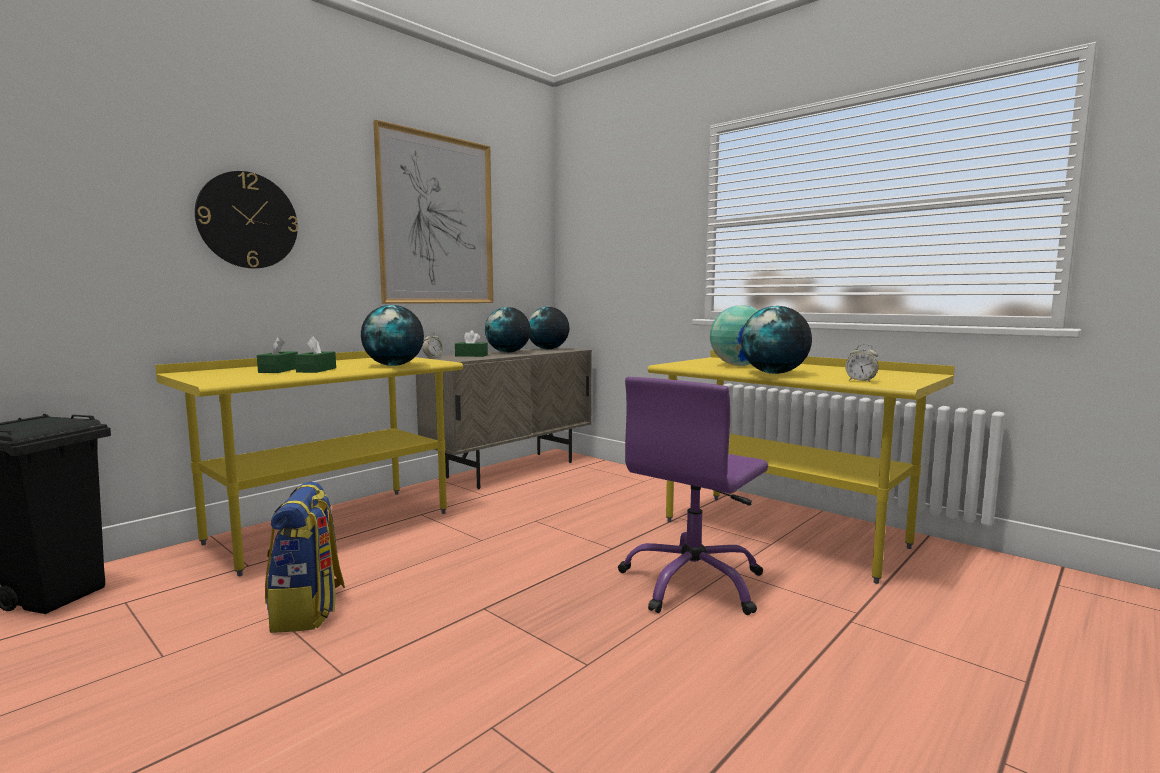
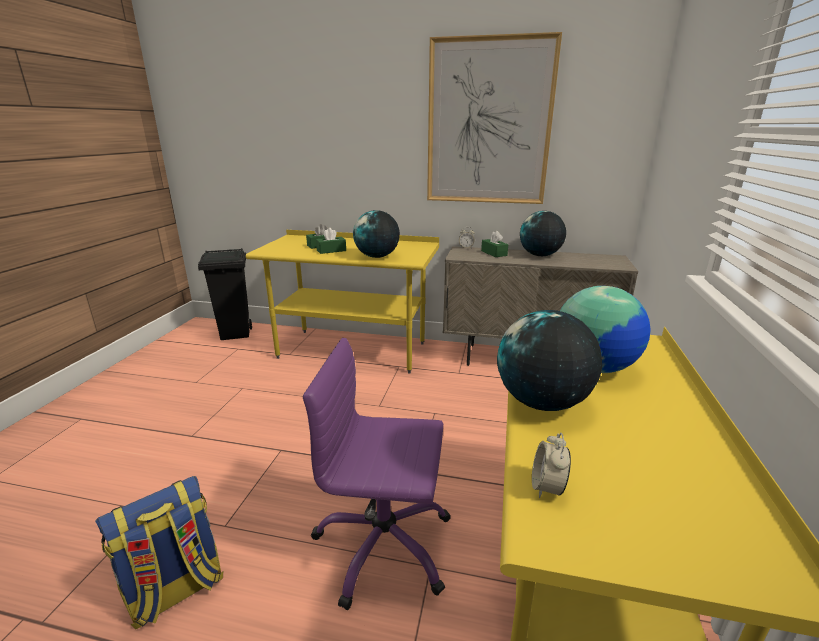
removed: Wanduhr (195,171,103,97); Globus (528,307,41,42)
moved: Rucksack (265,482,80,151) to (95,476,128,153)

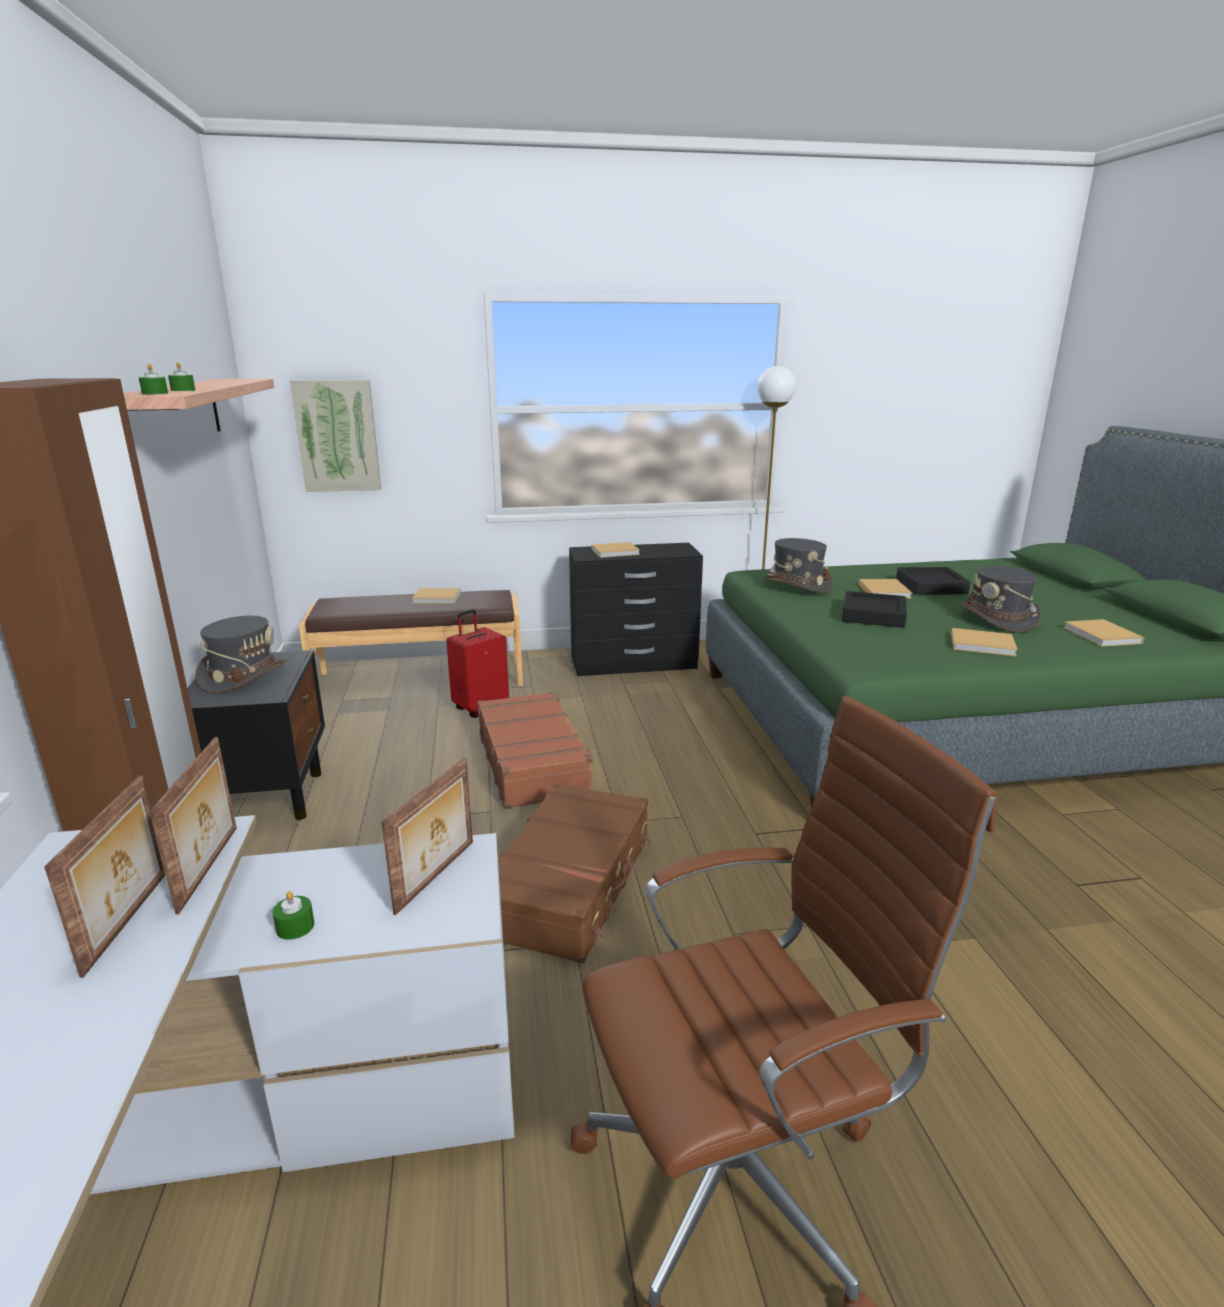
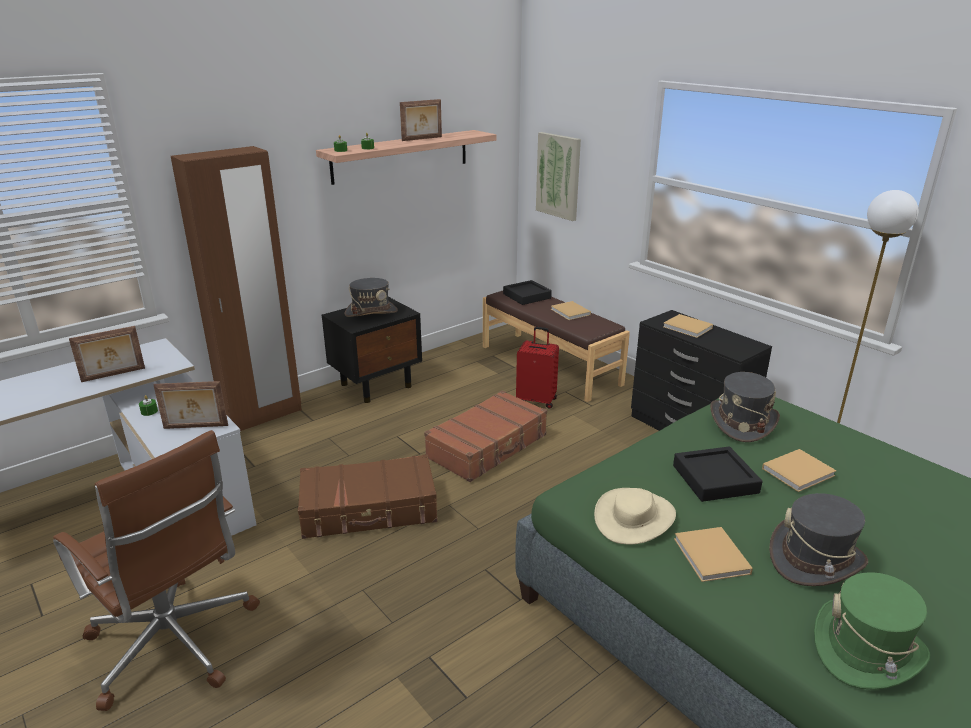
added: Hut (beige) (594,488,82,57)
moved: Tablett (schwarz) (896,567,75,28) to (503,280,49,25); Bilderrahmen (150,737,87,178) to (400,99,42,42)
replaced: Buch (beige) (1063,619,82,28) to Hut (grün) (814,572,116,118)

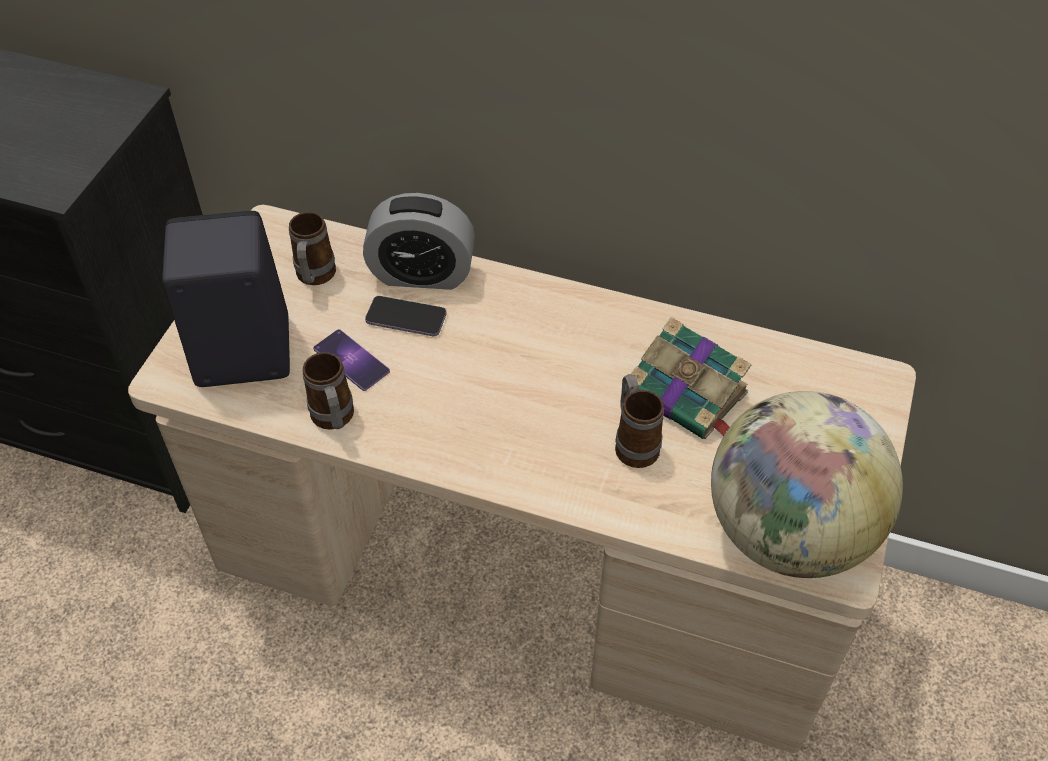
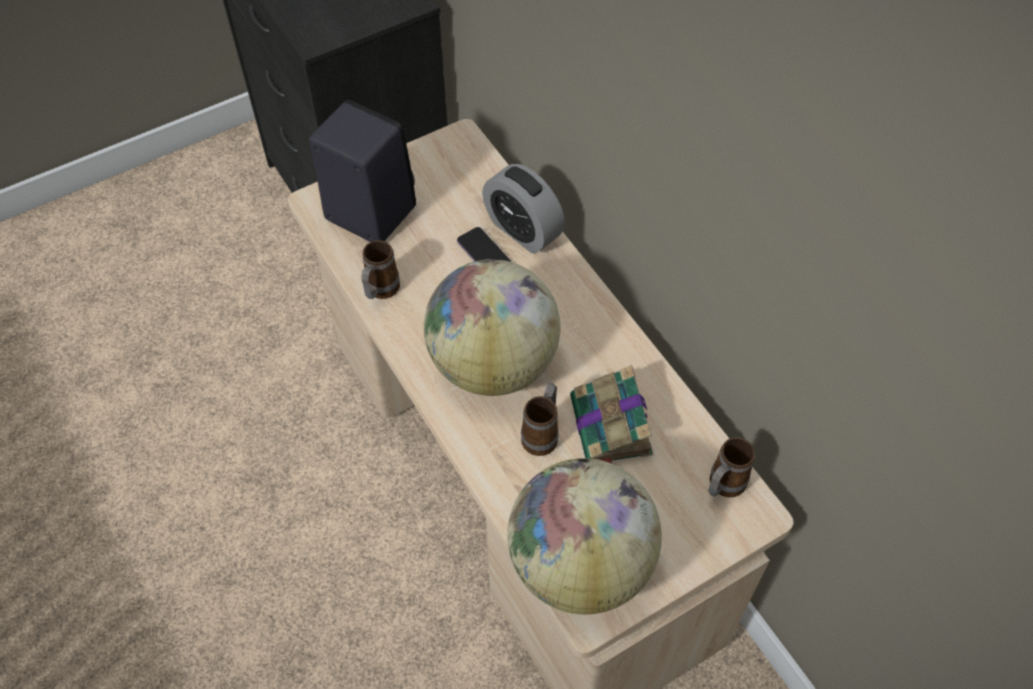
removed: Handy (313,329,77,62)
added: Globus (424,259,136,137)
moved: Henkelbecher (289,212,47,73) to (708,437,47,60)

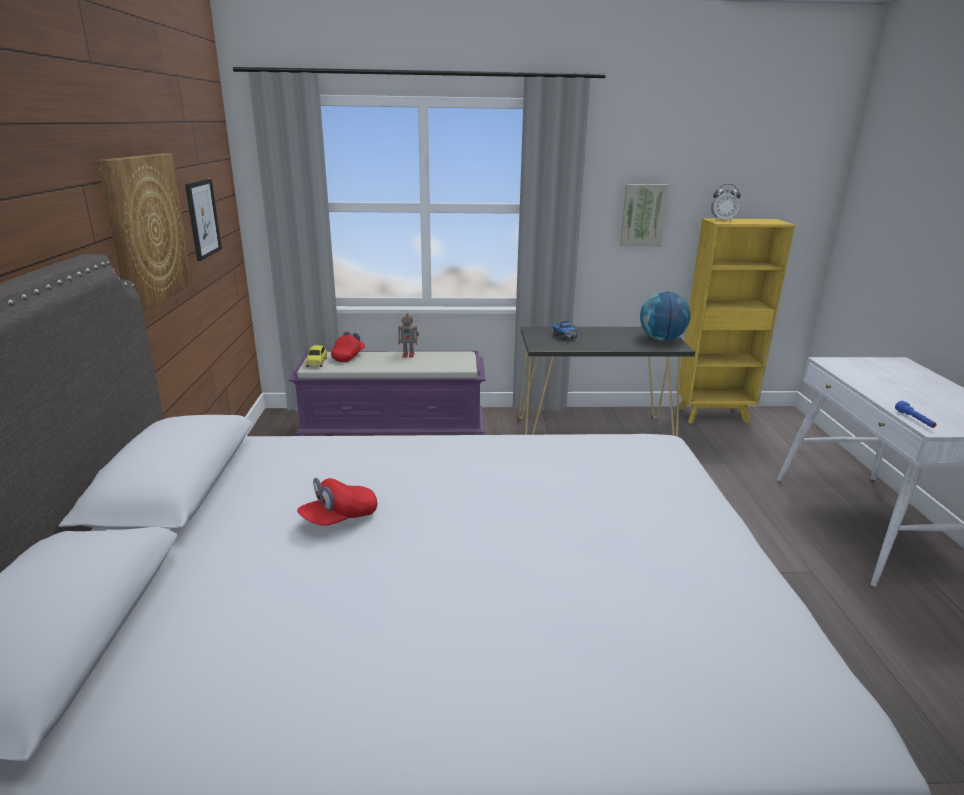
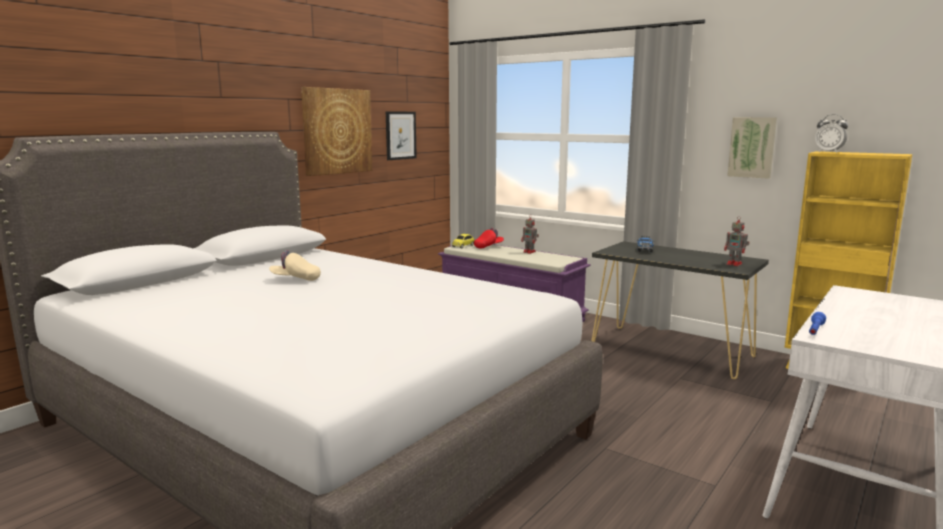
replaced: Globus (640,291,51,50) to Spielzeugroboter (724,216,26,50)
recoloured: Kappe (rot) (297,478,80,48) to Kappe (beige) (269,250,52,31)

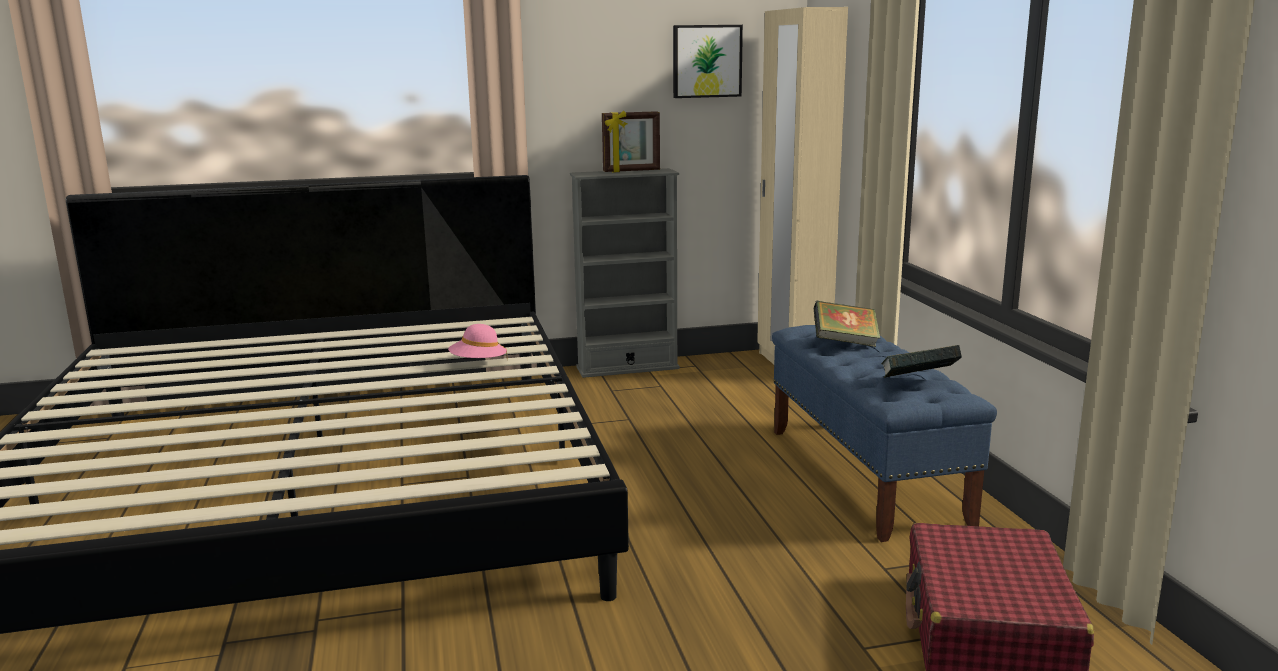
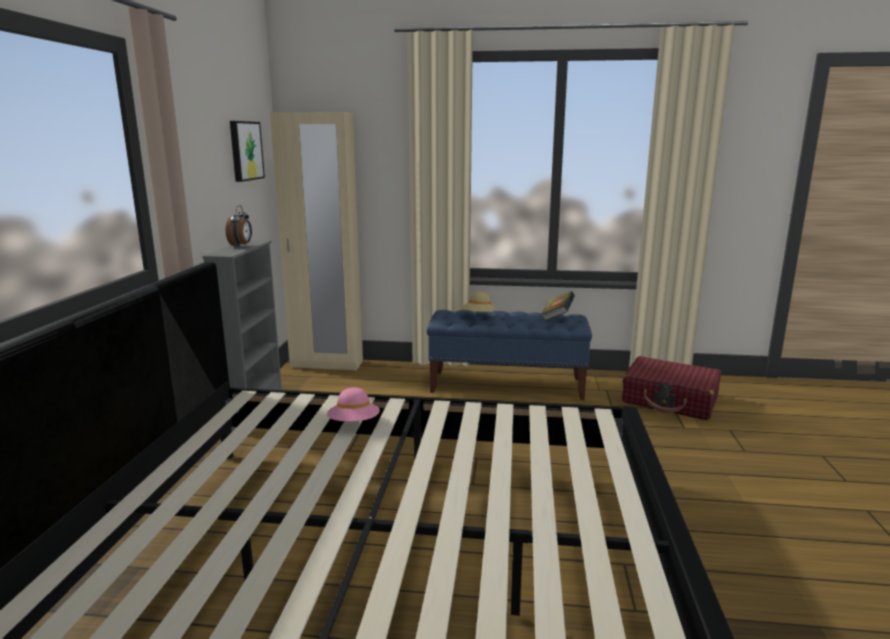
replaced: Bilderrahmen (602,111,58,62) to Wecker (226,206,26,41); Buch (814,301,66,46) to Hut (beige) (461,292,36,21)

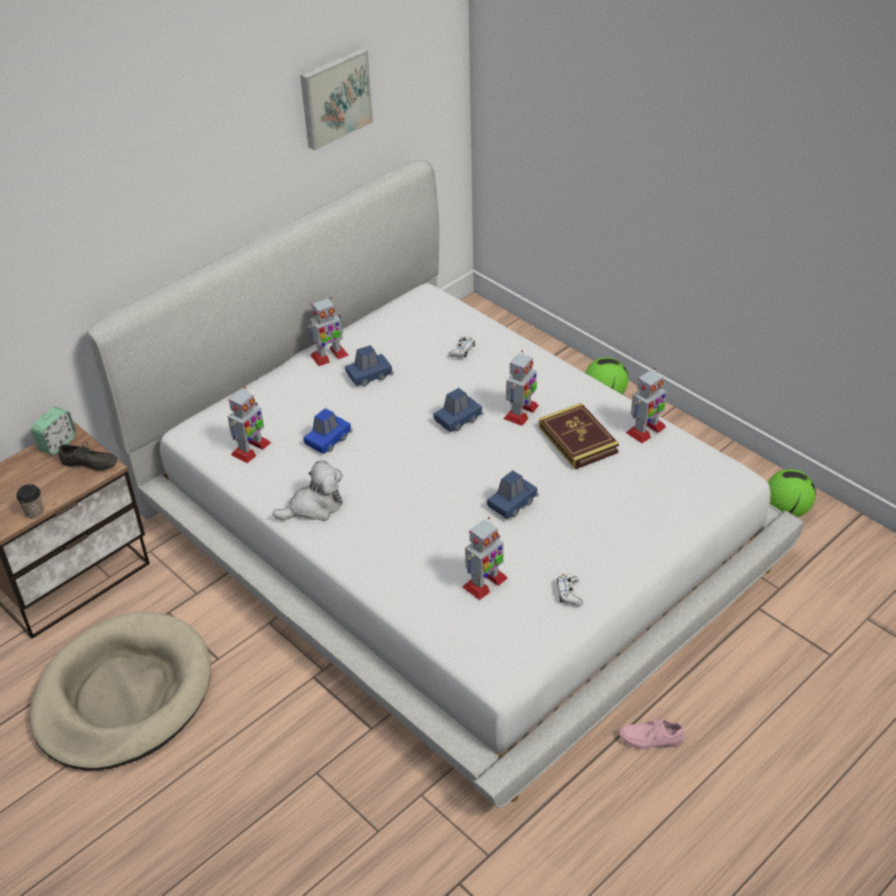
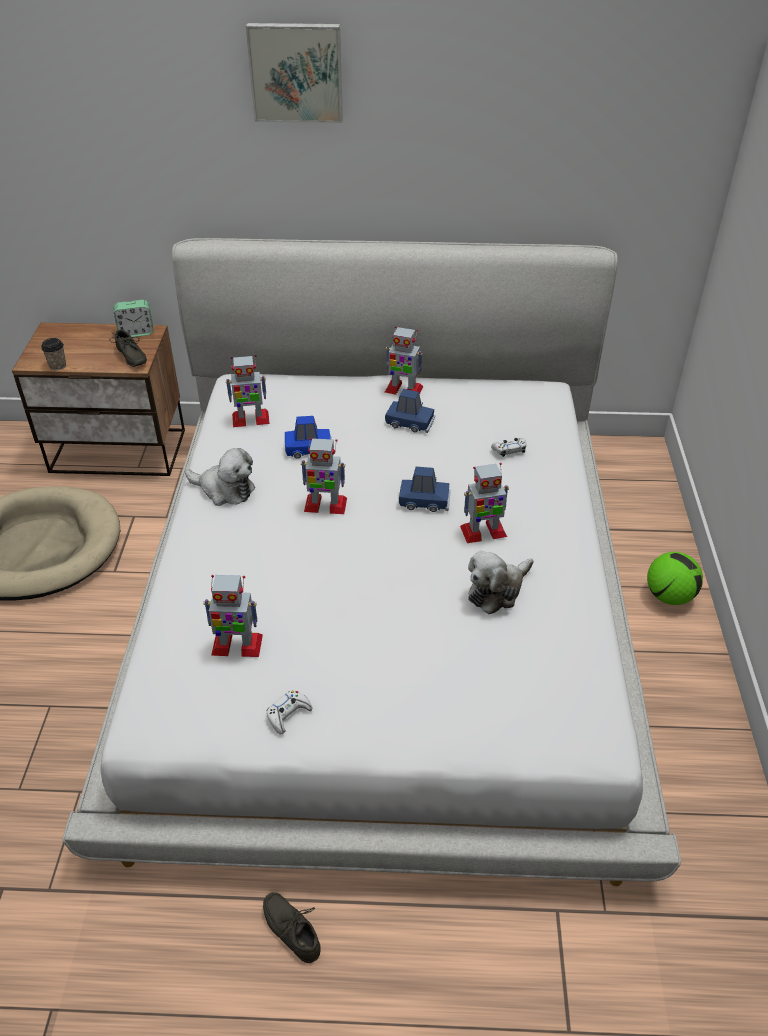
removed: Fußball (768,469,48,48); Spielzeugauto (blau) (487,470,52,49)
moved: Bild (300,48,73,103) to (246,23,97,100); Spielzeugroboter (626,368,40,75) to (301,438,46,76)
replaced: Buch (539,403,80,66) to Plüschtier (468,551,65,63)
recoloured: Schuh (rosa) (619,708,66,41) to Schuh (grau) (263,892,58,71)

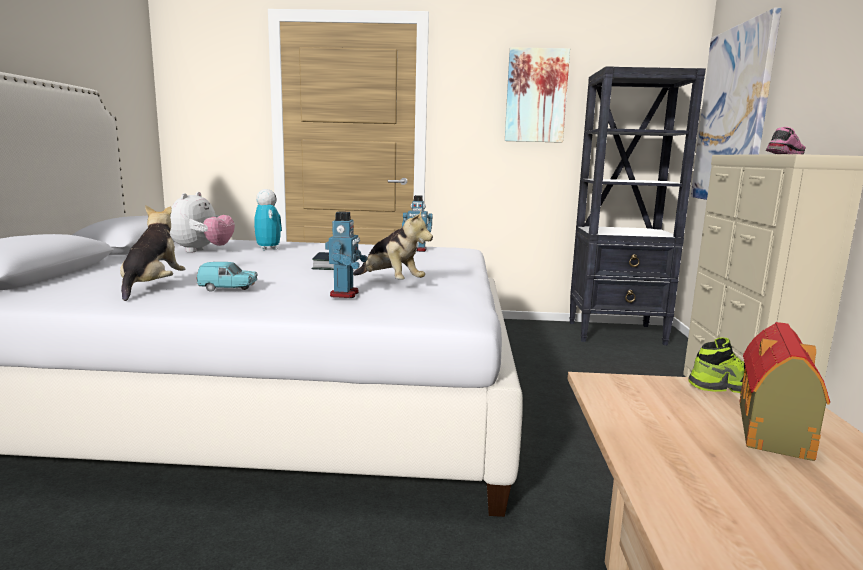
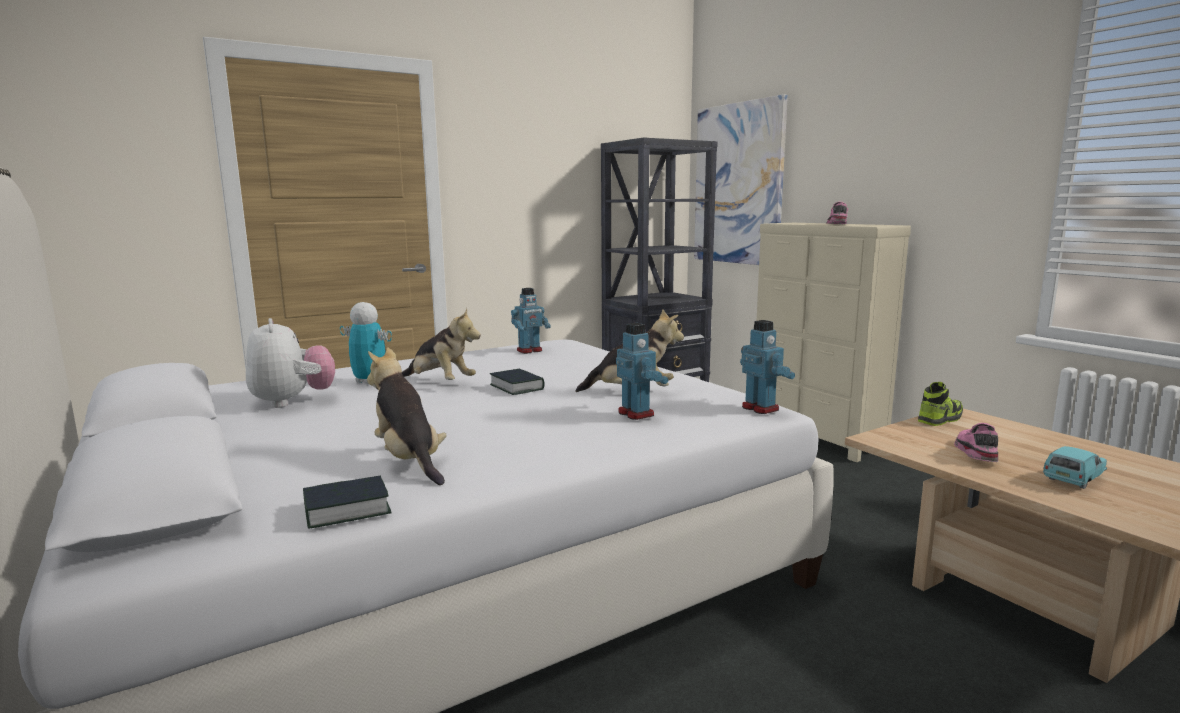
removed: Bild (505,47,65,96); Spielzeughaus (740,322,90,139)
added: Plüschtier (402,308,79,72); Spielzeugroboter (740,320,55,94); Schuh (rosa) (954,423,44,39); Buch (303,476,89,53)
moved: Spielzeugauto (türkis) (196,262,62,30) to (1043,446,64,43)

